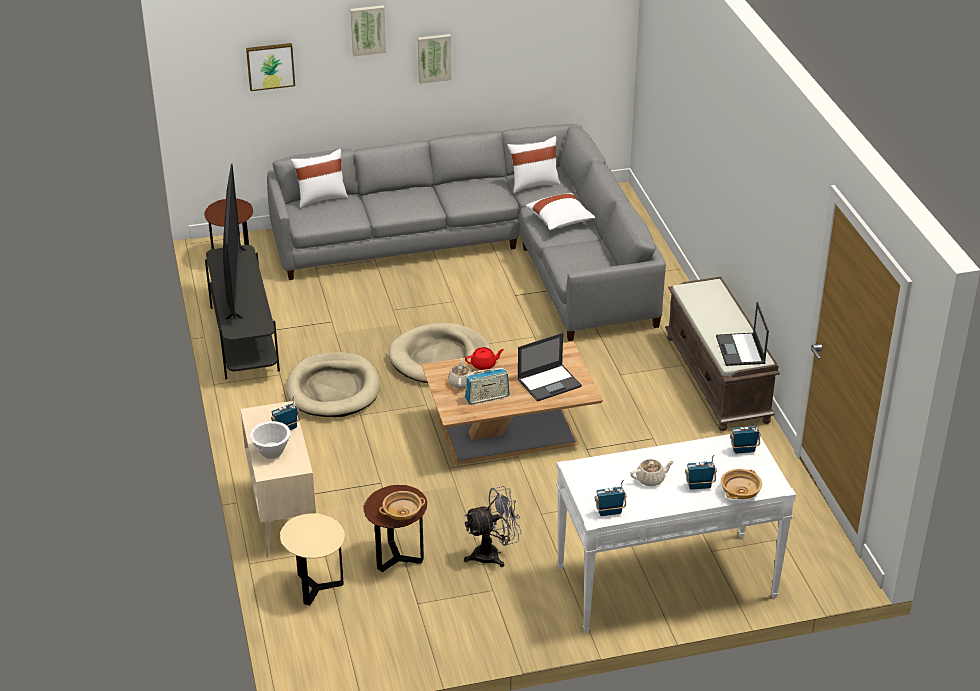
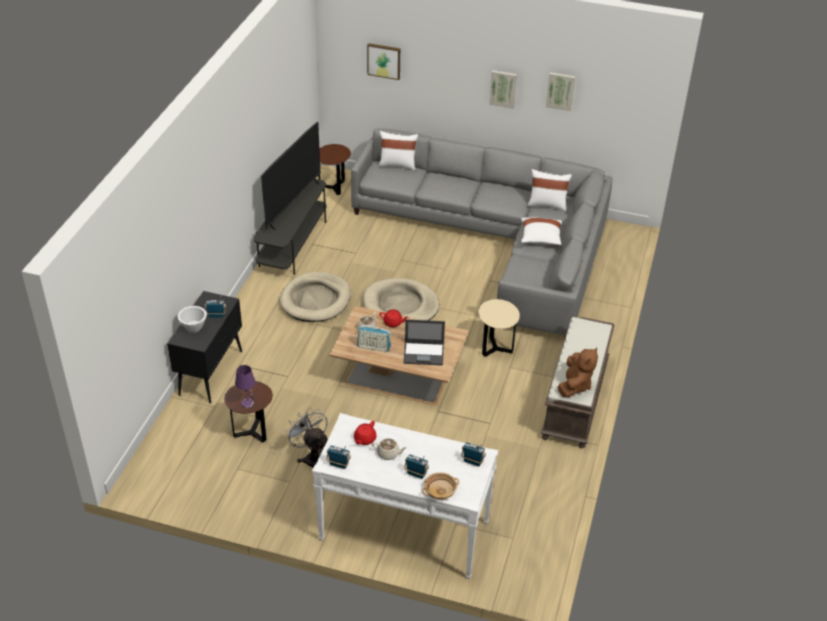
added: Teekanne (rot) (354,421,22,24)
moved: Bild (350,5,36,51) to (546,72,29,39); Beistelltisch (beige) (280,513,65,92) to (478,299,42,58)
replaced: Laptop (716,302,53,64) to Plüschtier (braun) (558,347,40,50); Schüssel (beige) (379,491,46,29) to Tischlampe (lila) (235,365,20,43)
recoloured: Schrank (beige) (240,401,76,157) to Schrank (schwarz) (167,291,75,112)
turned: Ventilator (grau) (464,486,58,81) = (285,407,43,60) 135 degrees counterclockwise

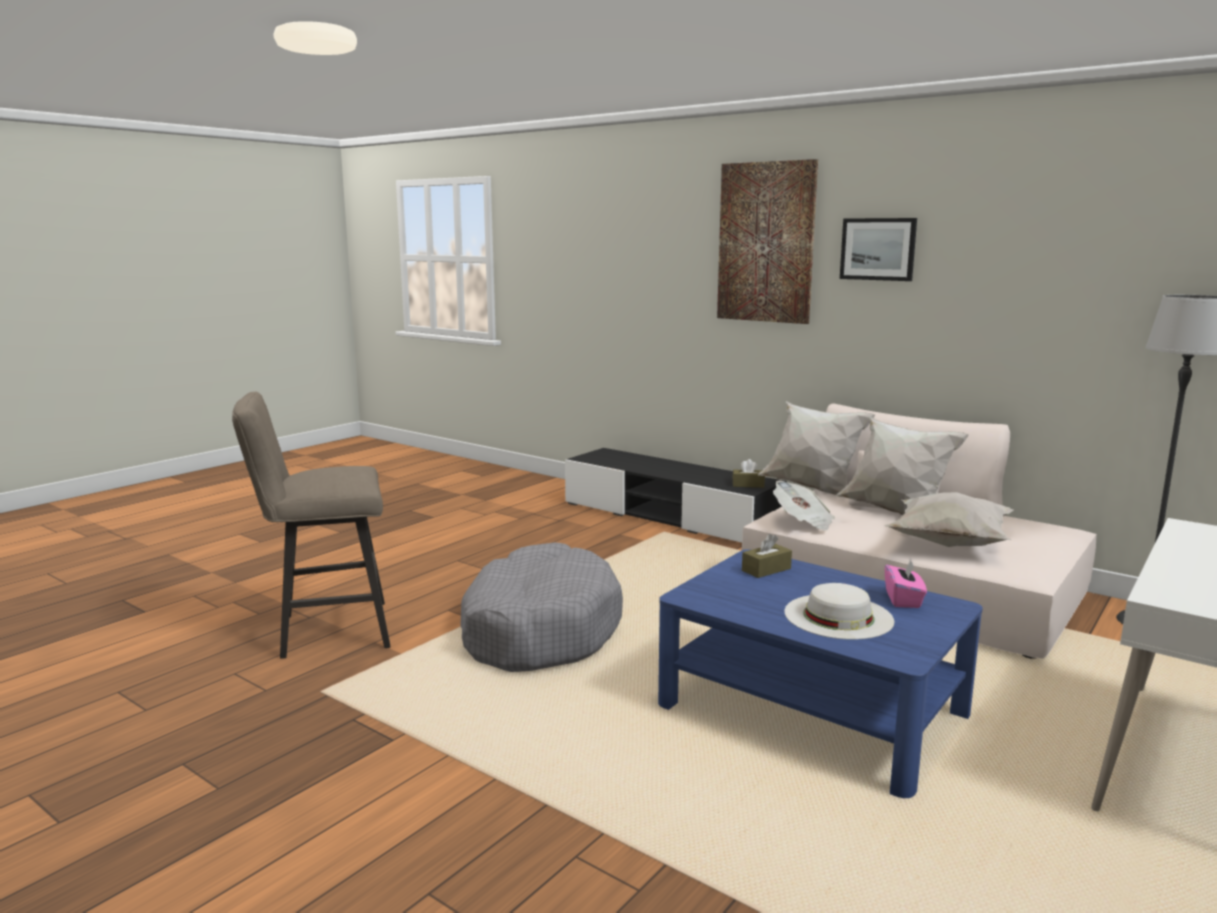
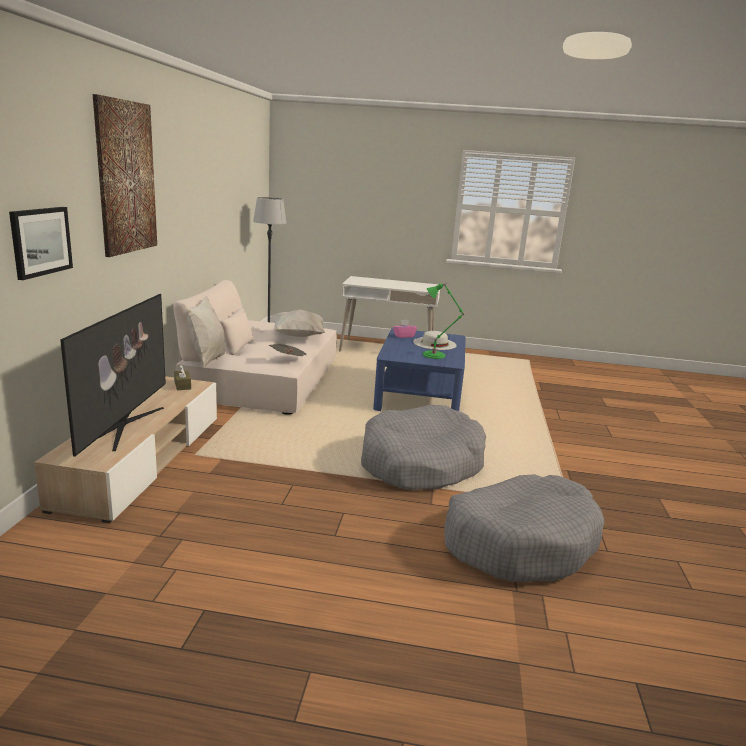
removed: Kissen (weiß) (836,416,133,99); Taschentuchbox (braun) (742,533,50,45)
added: Tischlampe (grün) (423,283,42,76); Fernseher (60,294,106,163)
moved: Bild (840,218,77,63) to (9,207,64,73)
replaced: Hocker (beige) (232,392,159,267) to Hundebett (grau) (444,474,160,108)
recoloured: Fernsehschrank (schwarz) (565,448,222,95) to Fernsehschrank (beige) (34,376,183,147)

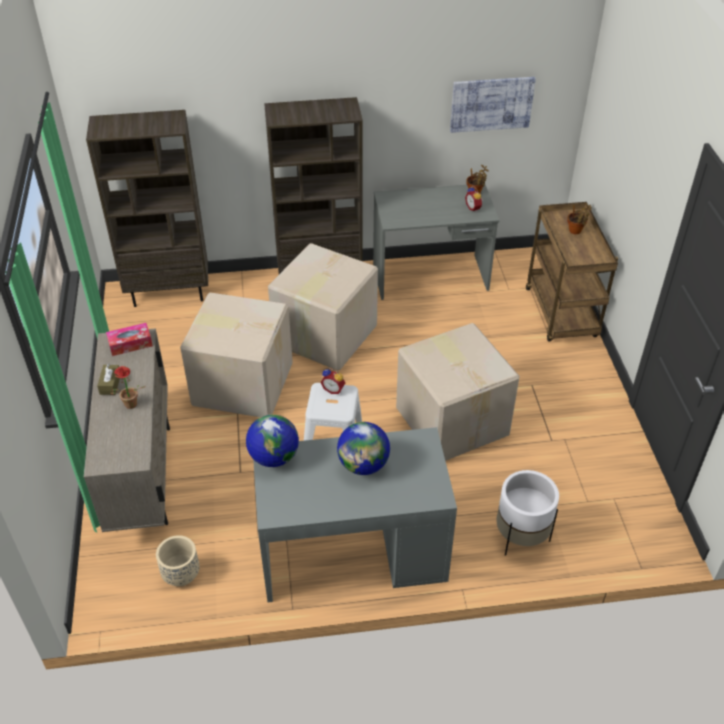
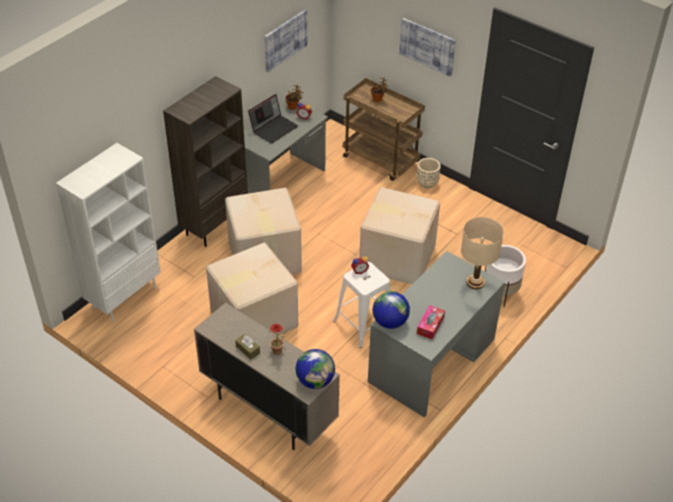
added: Bild (399,18,57,59); Laptop (248,94,50,50); Tischlampe (beige) (461,217,43,73)
moved: Taschentuchbox (106,323,47,33) to (417,305,28,35); Globus (337,422,53,53) to (296,349,39,40); Pflanzkübel (beige) (156,535,44,51) to (416,158,25,30)
recoloured: Bücherregal (braun) (86,110,122,197) to Bücherregal (weiß) (56,143,105,179)

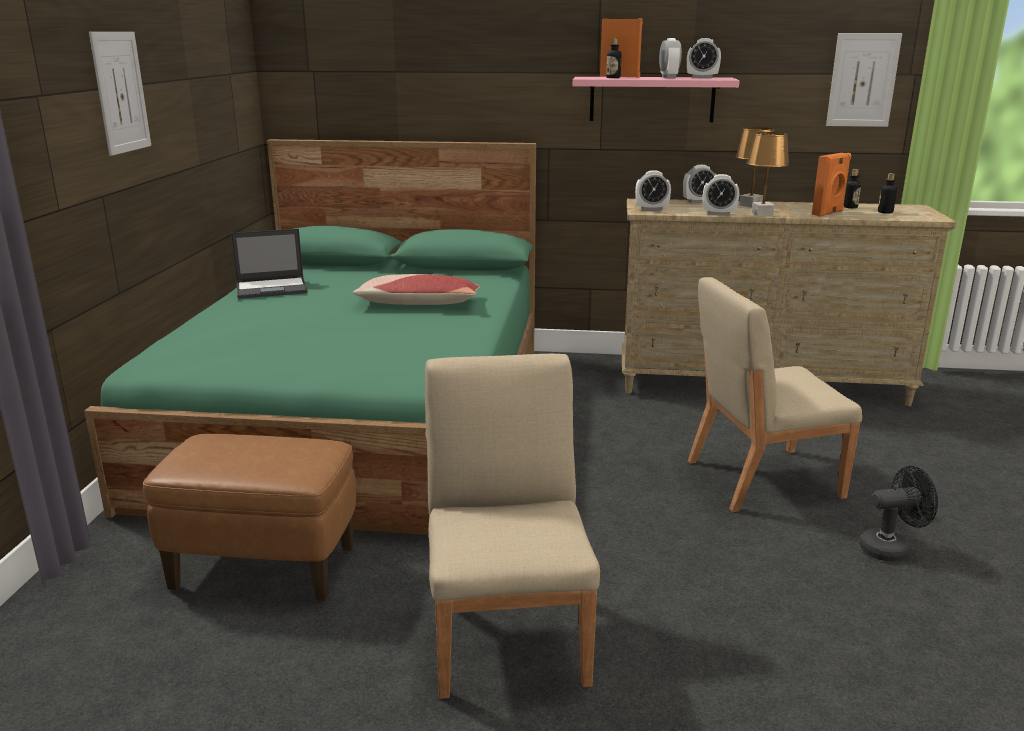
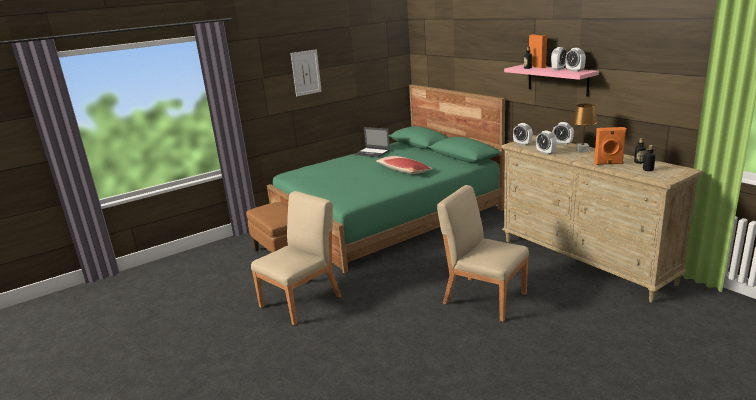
removed: Bild (826,33,76,94); Tischlampe (braun) (747,132,42,84); Ventilator (schwarz) (859,466,79,96)

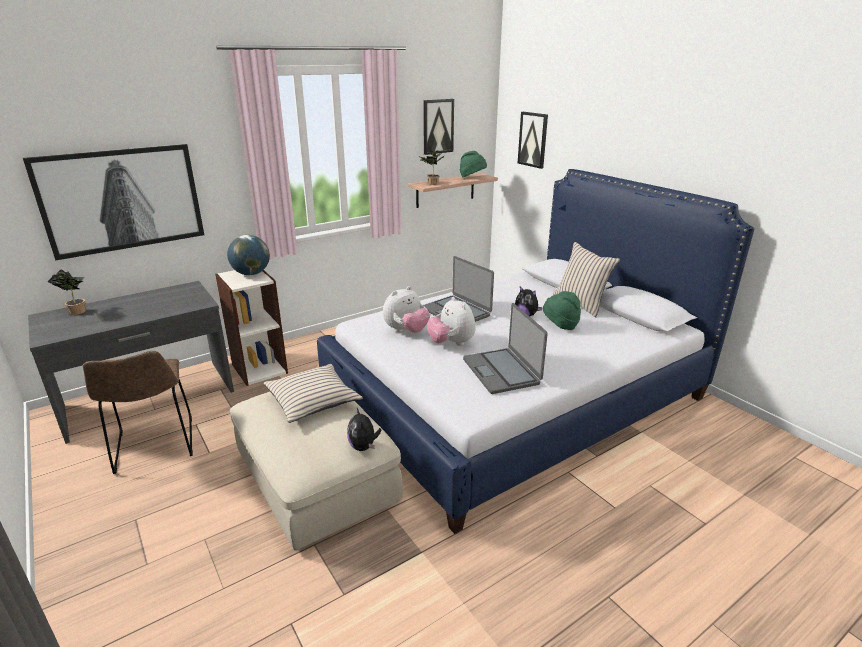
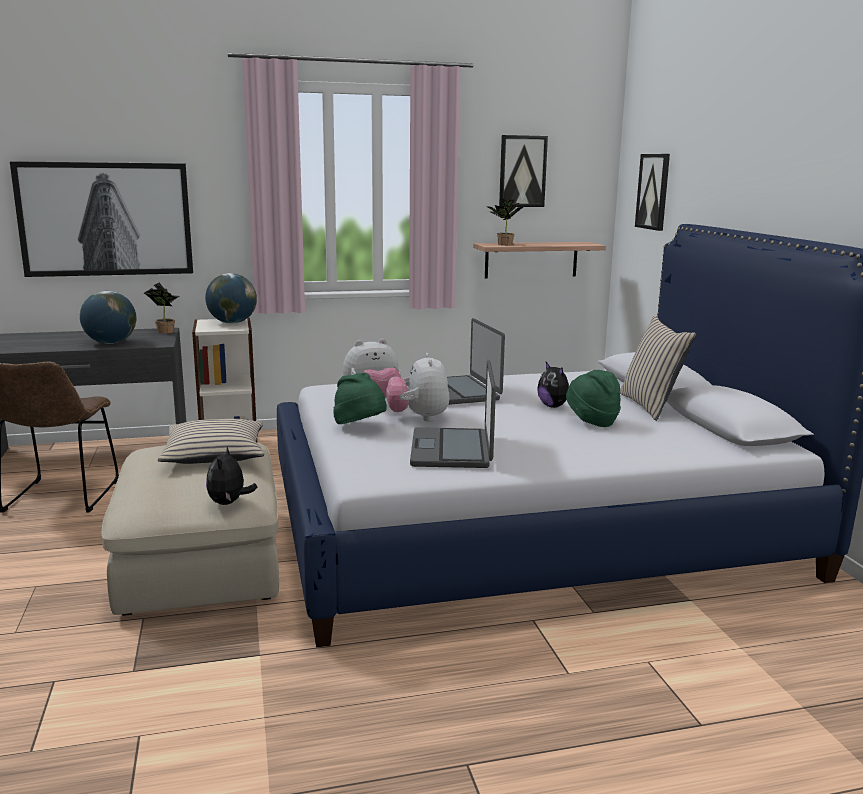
added: Globus (80,291,56,53)
moved: Hut (grün) (460,151,27,26) to (333,372,54,52); Topfpflanze (48,269,38,46) to (144,283,35,51)

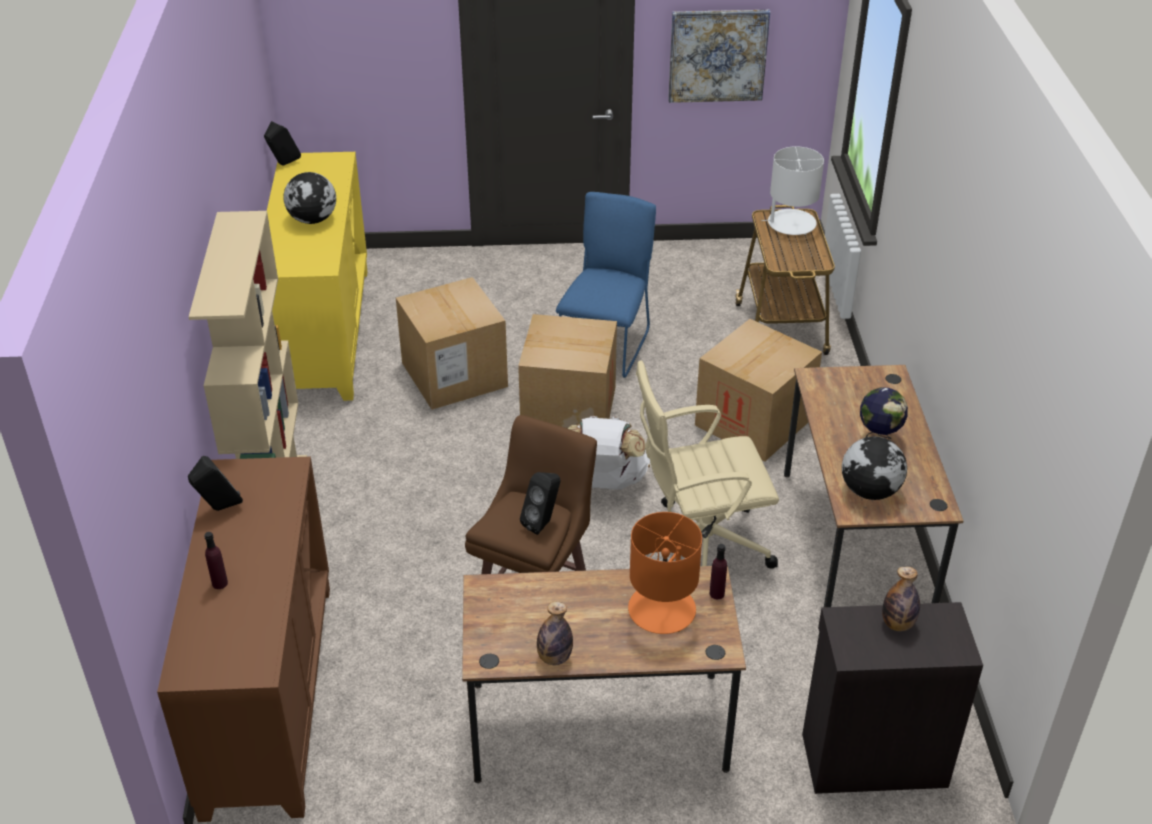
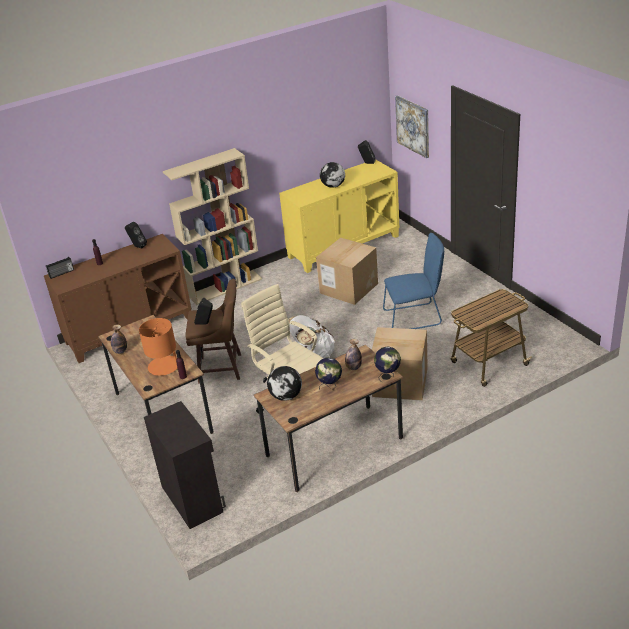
removed: Tischlampe (weiß) (761,146,63,89); Karton (518,314,99,114)
added: Radio (46,257,28,22); Globus (374,346,27,36)
moved: Bild (668,10,102,93) to (395,95,34,63); Flasche (882,566,38,65) to (345,339,17,31)

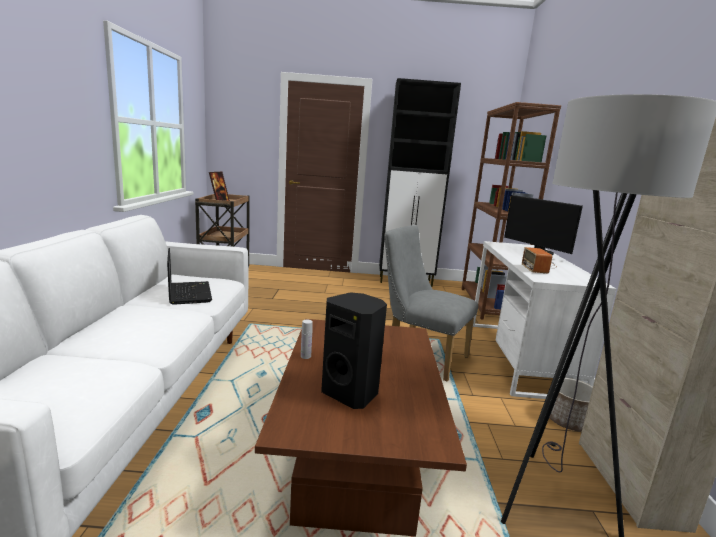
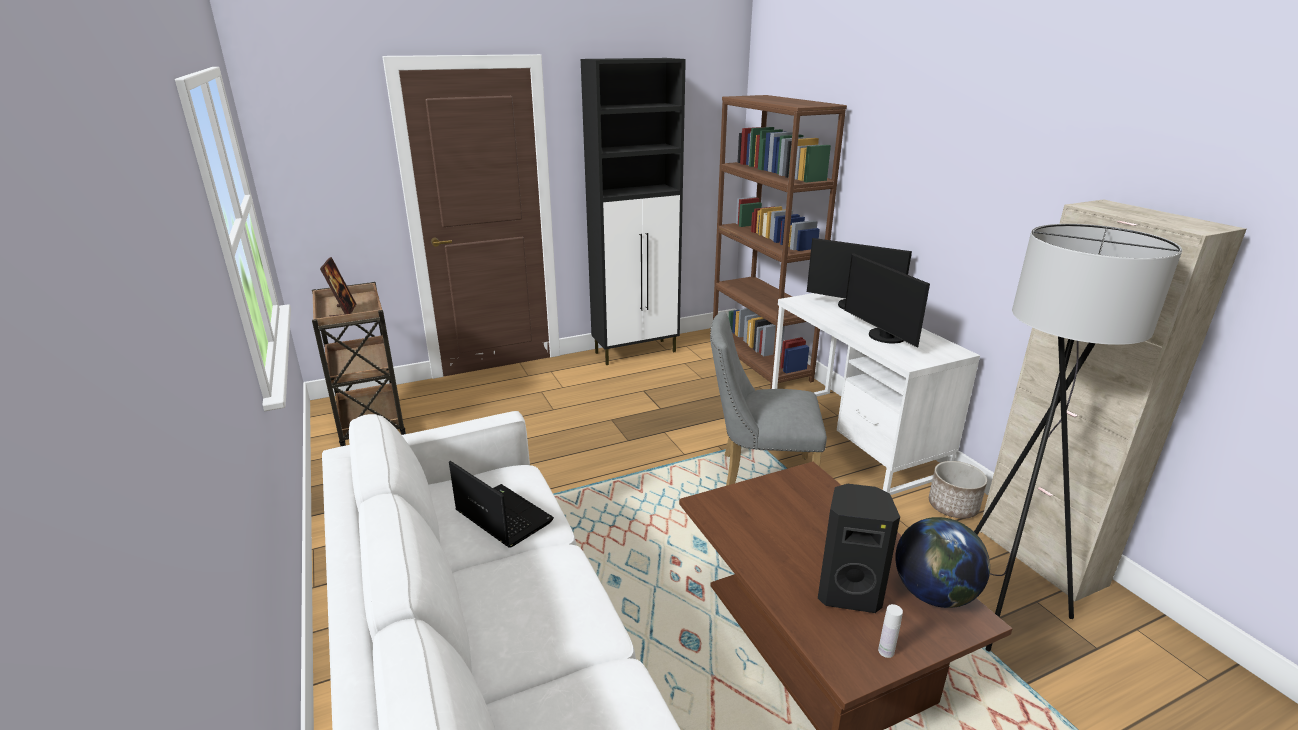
added: Globus (896,517,94,91)
moved: Flasche (weiß) (301,319,12,40) to (878,604,25,54)
replaced: Radio (522,247,35,27) to Monitor (844,253,86,94)

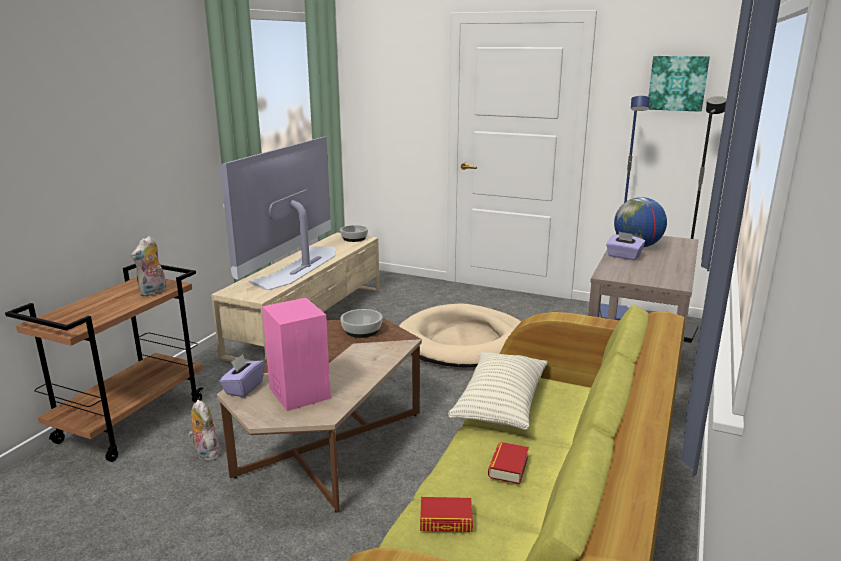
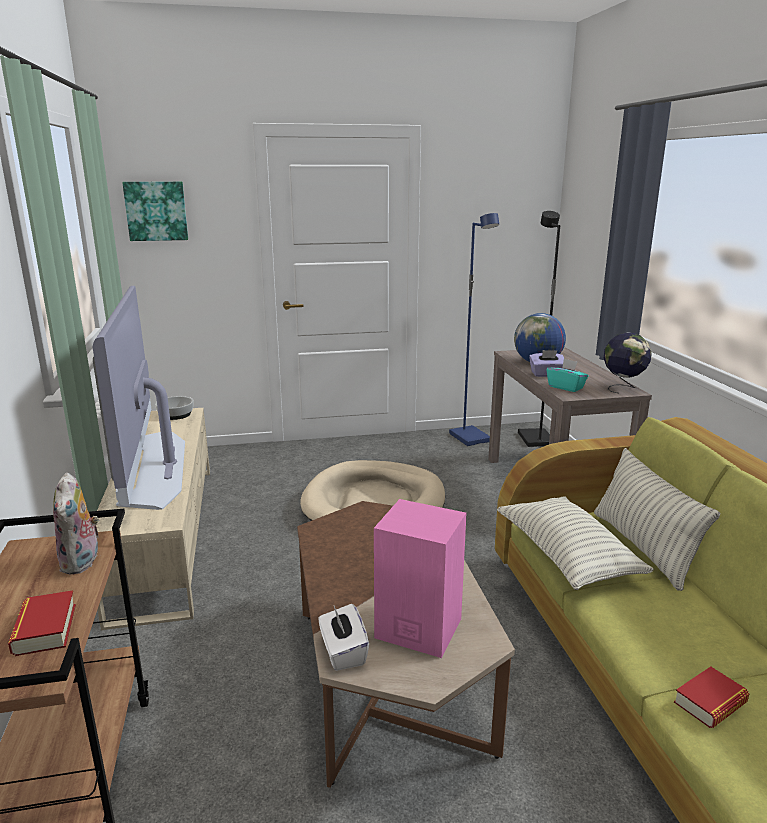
removed: Schüssel (340,309,42,29); Plüschtier (188,400,32,61)
added: Globus (604,332,48,61); Taschentuchbox (türkis) (547,359,41,33); Kissen (594,448,126,143)
moved: Bild (648,56,62,56) to (122,182,66,59); Buch (488,442,41,42) to (8,590,68,66)
recoloured: Taschentuchbox (lila) (219,354,46,43) to Taschentuchbox (weiß) (318,604,51,67)

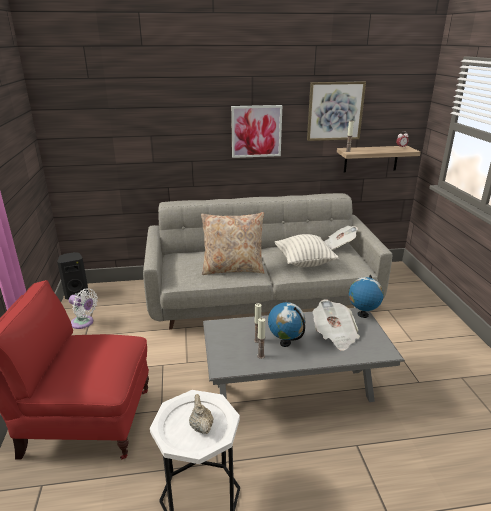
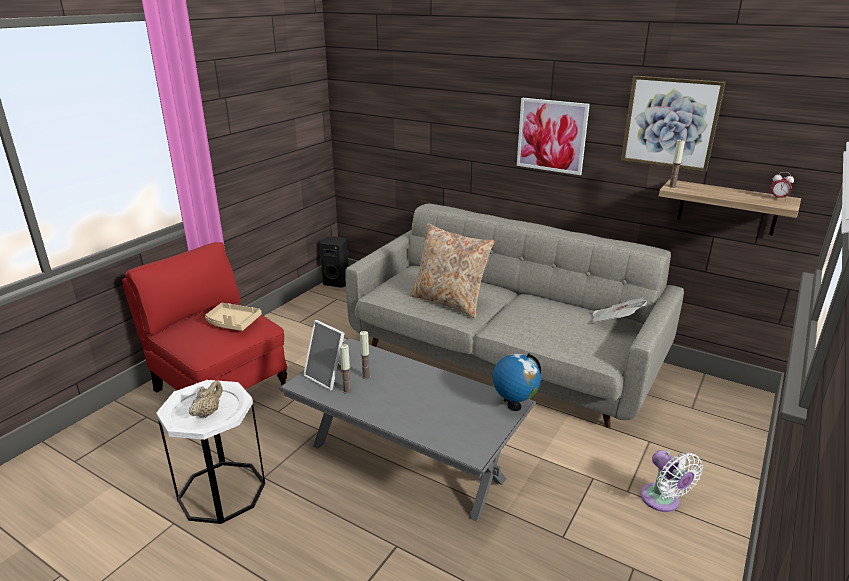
removed: Kissen (275,234,64,33); Zeitung (313,299,47,52); Globus (268,302,37,45)
added: Tablett (beige) (205,303,57,28); Bilderrahmen (303,320,42,70)
moved: Ventilator (weiß) (69,288,29,41) to (640,450,63,62)

